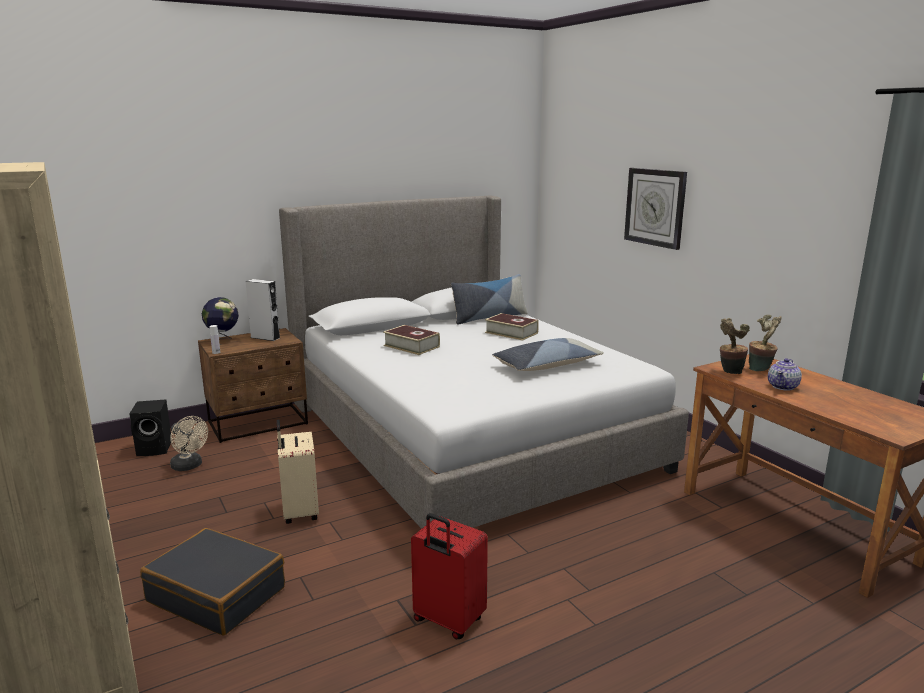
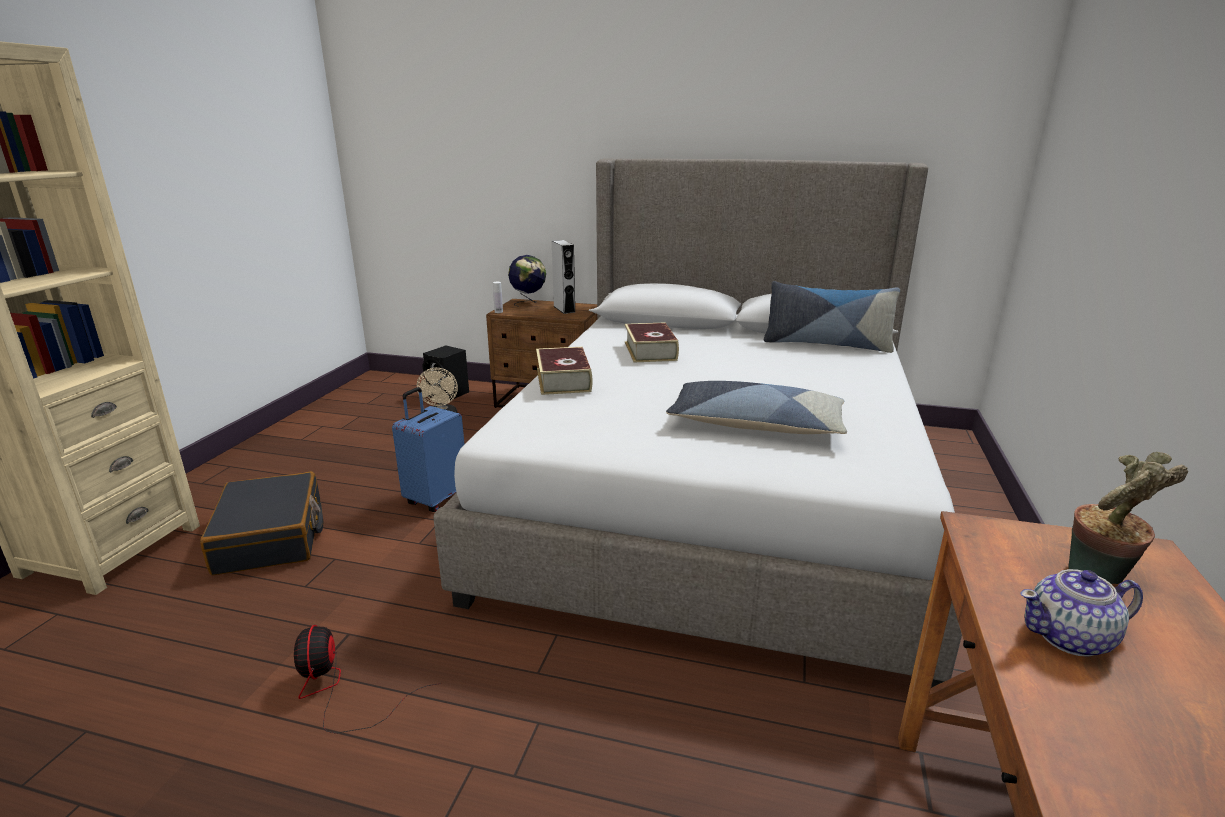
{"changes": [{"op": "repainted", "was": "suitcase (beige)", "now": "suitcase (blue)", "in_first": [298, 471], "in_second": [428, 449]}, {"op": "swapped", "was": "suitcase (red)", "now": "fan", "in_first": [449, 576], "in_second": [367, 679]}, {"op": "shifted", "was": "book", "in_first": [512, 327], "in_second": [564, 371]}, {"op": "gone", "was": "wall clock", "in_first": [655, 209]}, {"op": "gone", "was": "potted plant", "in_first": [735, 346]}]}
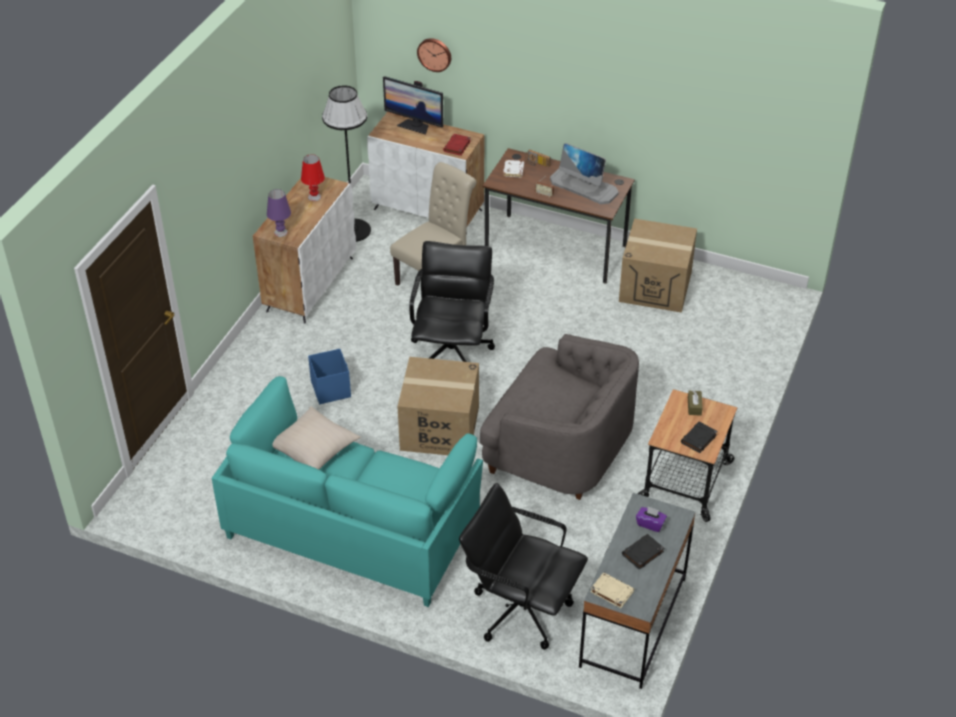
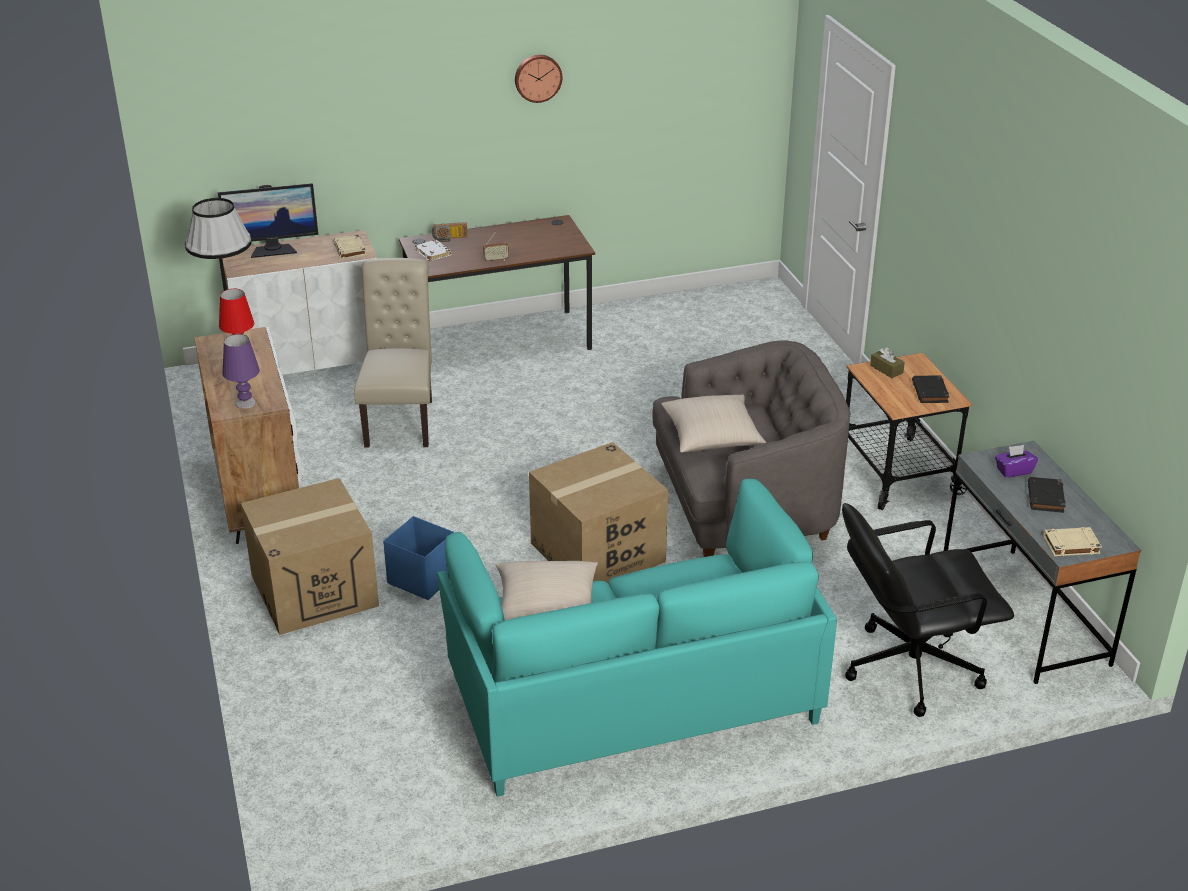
{"changes": [{"op": "gone", "was": "office chair (black)", "in_first": [452, 301]}, {"op": "shifted", "was": "wall clock", "in_first": [434, 55], "in_second": [538, 79]}, {"op": "repainted", "was": "book (red)", "now": "book (beige)", "in_first": [457, 145], "in_second": [349, 247]}, {"op": "gone", "was": "monitor", "in_first": [584, 173]}, {"op": "shifted", "was": "cardboard box", "in_first": [658, 265], "in_second": [310, 556]}, {"op": "new", "now": "pillow (beige)", "in_second": [714, 424]}]}
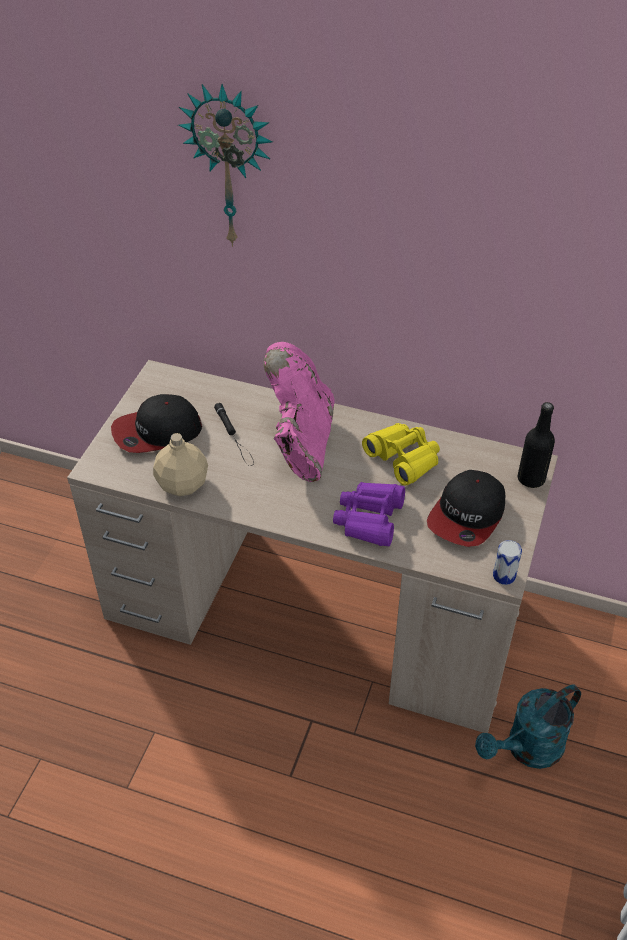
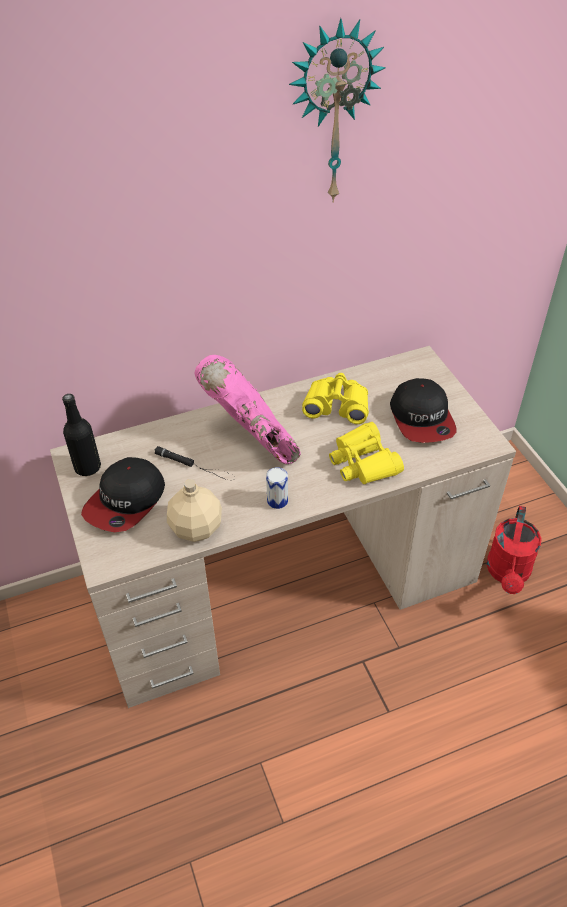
{"changes": [{"op": "shifted", "was": "wall clock", "in_first": [225, 165], "in_second": [337, 110]}, {"op": "repainted", "was": "binoculars (purple)", "now": "binoculars (yellow)", "in_first": [369, 514], "in_second": [366, 453]}, {"op": "repainted", "was": "watering can (turquoise)", "now": "watering can (red)", "in_first": [528, 726], "in_second": [514, 550]}, {"op": "shifted", "was": "can", "in_first": [507, 562], "in_second": [277, 488]}, {"op": "shifted", "was": "bottle (black)", "in_first": [536, 445], "in_second": [81, 435]}]}
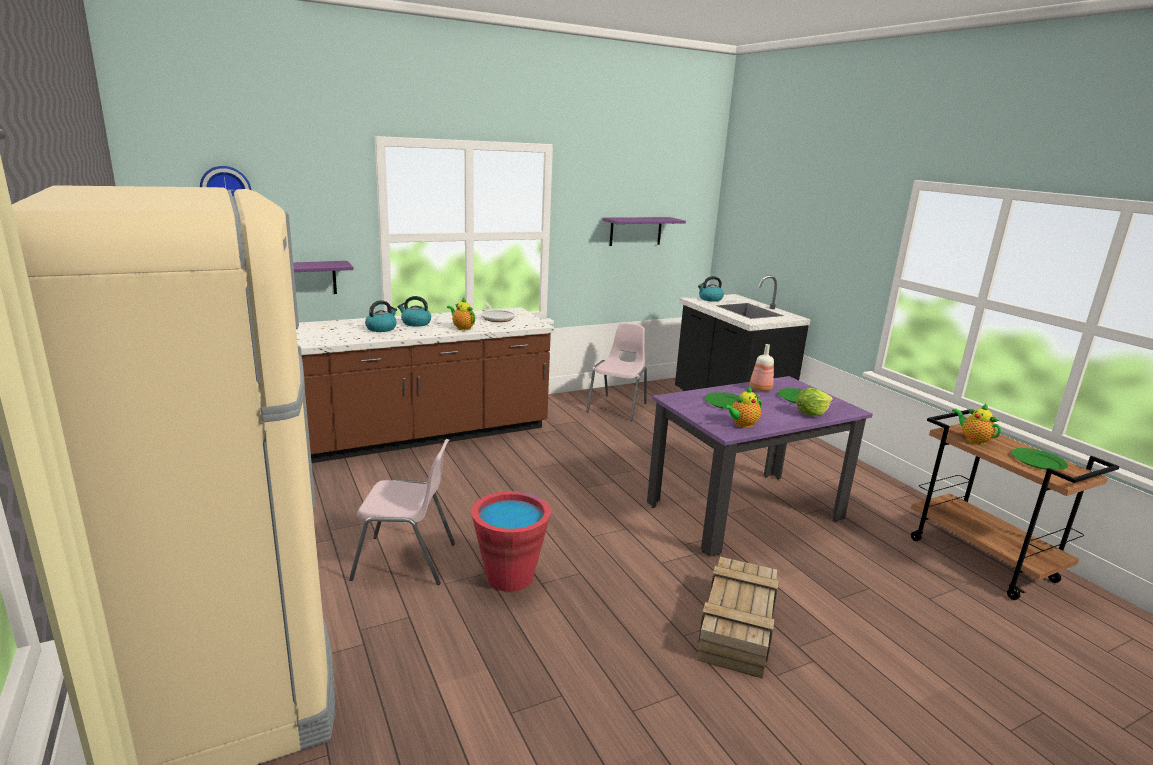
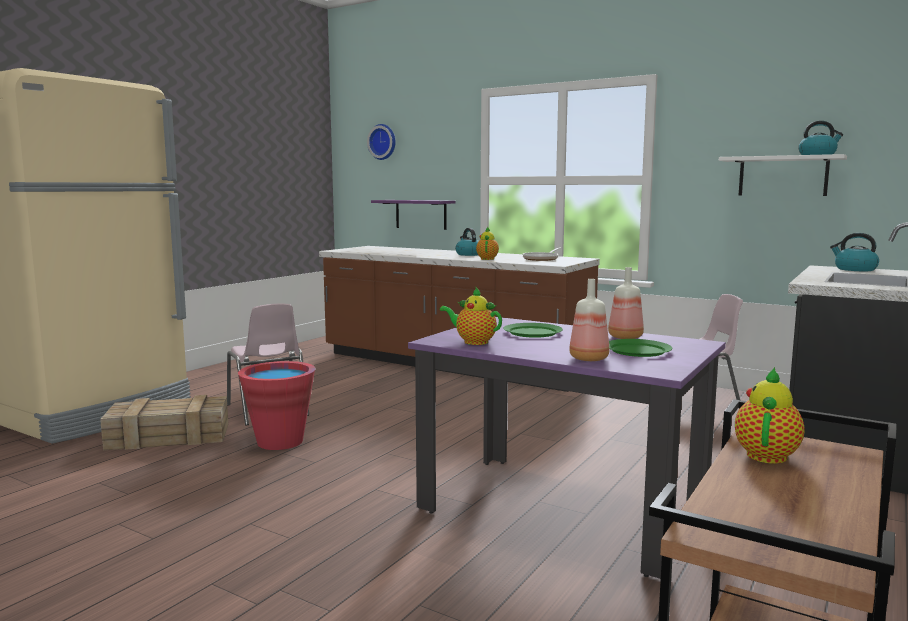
{"changes": [{"op": "shifted", "was": "kettle", "in_first": [381, 316], "in_second": [820, 138]}, {"op": "repainted", "was": "shelf (purple)", "now": "shelf (white)", "in_first": [644, 231], "in_second": [783, 175]}, {"op": "shifted", "was": "crate", "in_first": [738, 618], "in_second": [164, 422]}, {"op": "swapped", "was": "lettuce", "now": "bottle", "in_first": [814, 402], "in_second": [589, 320]}, {"op": "gone", "was": "plate (green)", "in_first": [1039, 459]}]}
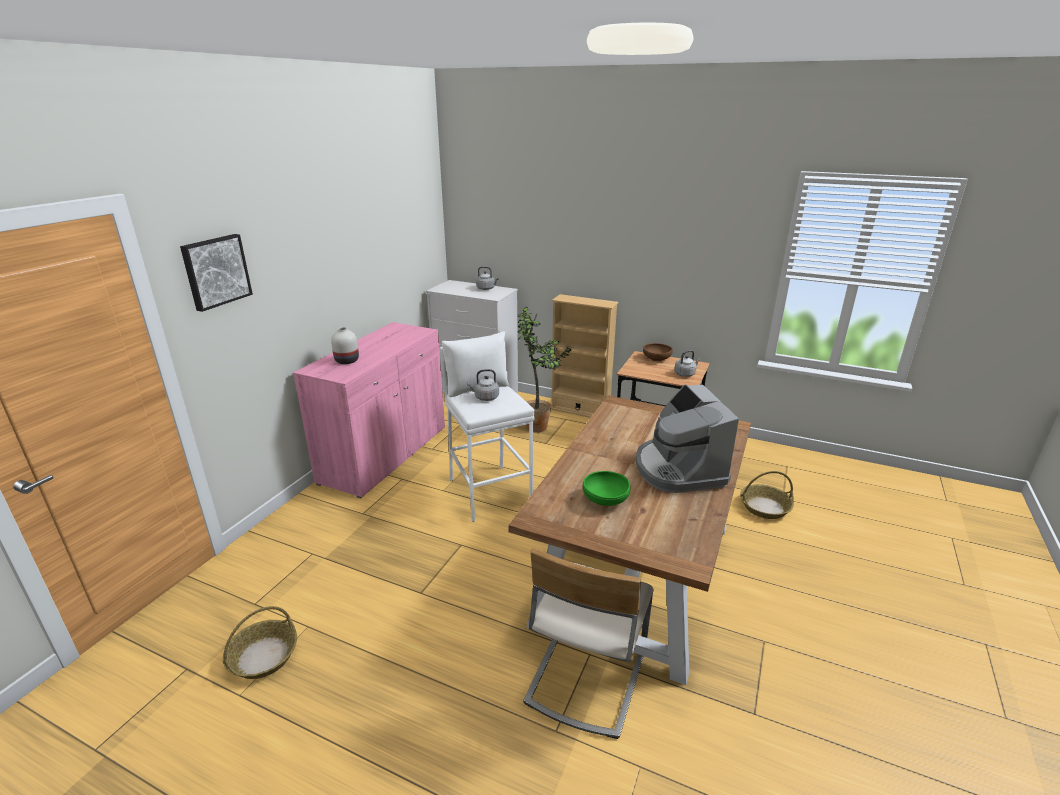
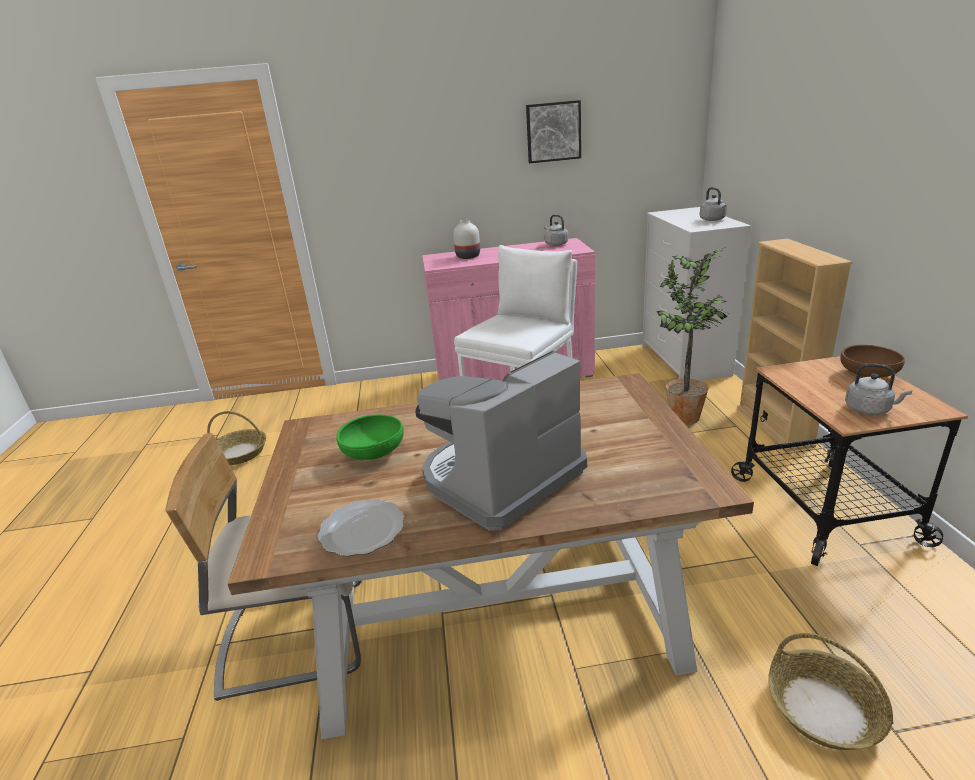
{"changes": [{"op": "shifted", "was": "picture", "in_first": [216, 273], "in_second": [553, 131]}, {"op": "shifted", "was": "kettle (grey)", "in_first": [483, 385], "in_second": [556, 230]}, {"op": "new", "now": "plate", "in_second": [361, 527]}]}
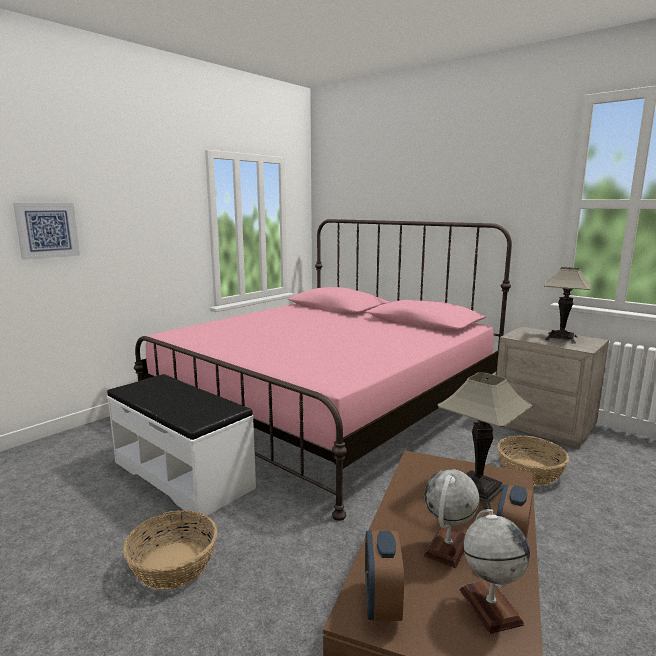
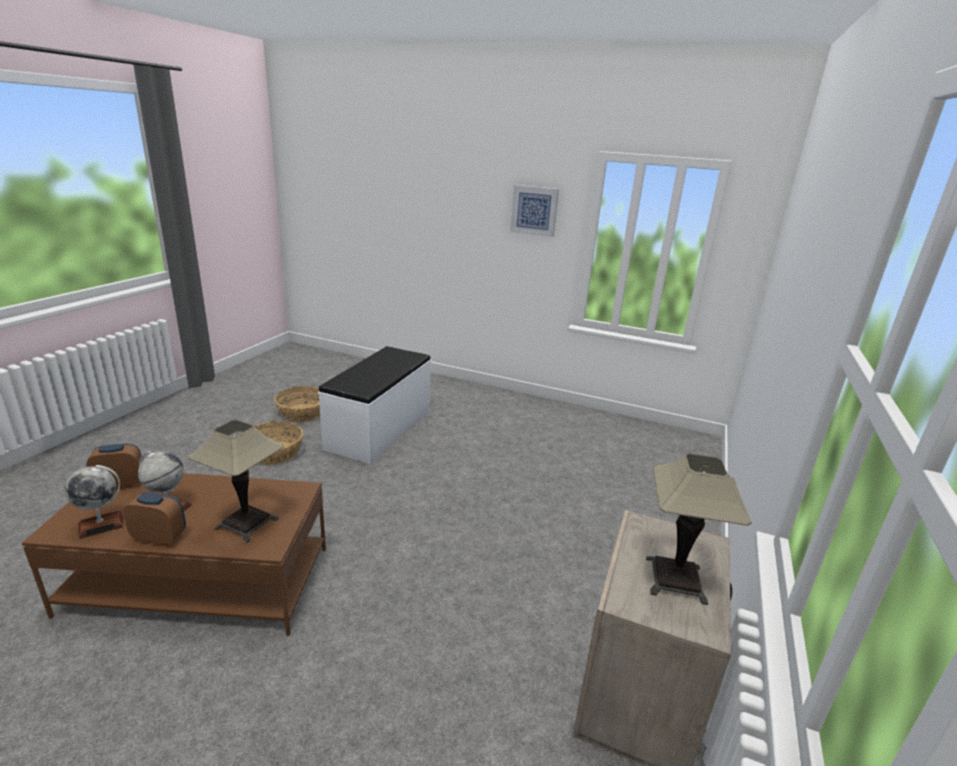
{"changes": [{"op": "shifted", "was": "picture", "in_first": [46, 231], "in_second": [534, 211]}, {"op": "gone", "was": "bed (pink)", "in_first": [323, 370]}, {"op": "shifted", "was": "basket", "in_first": [533, 460], "in_second": [297, 404]}]}
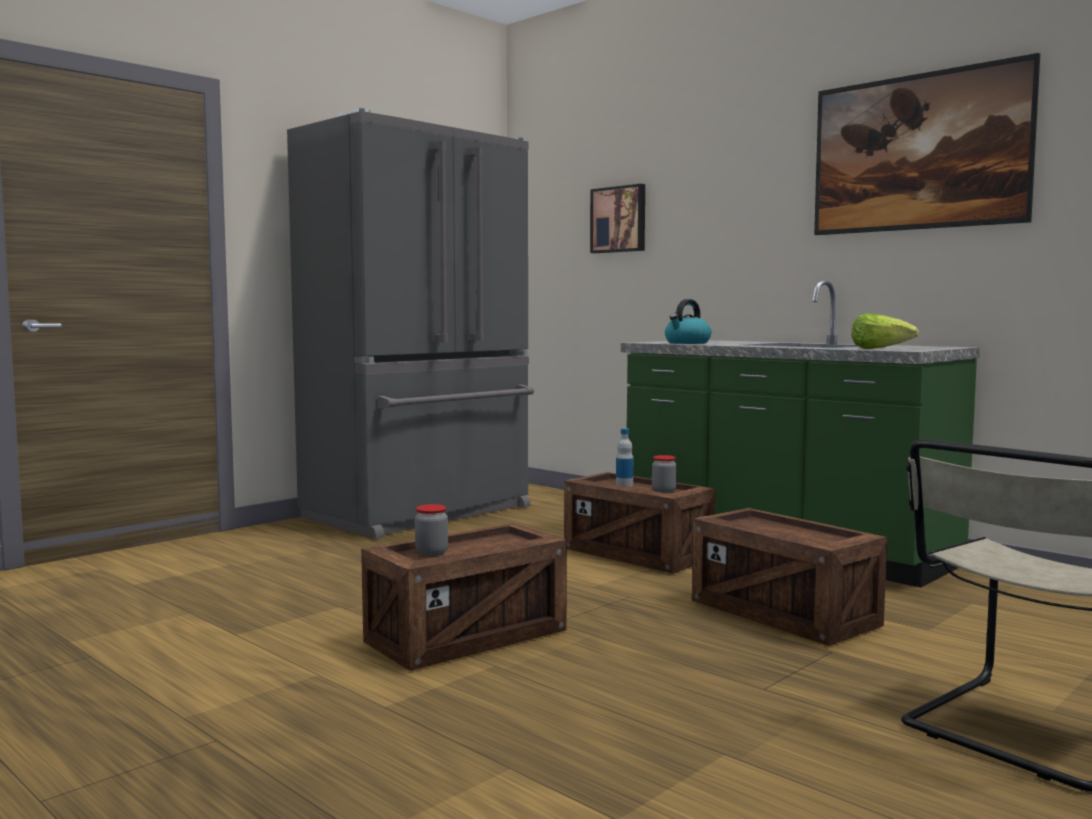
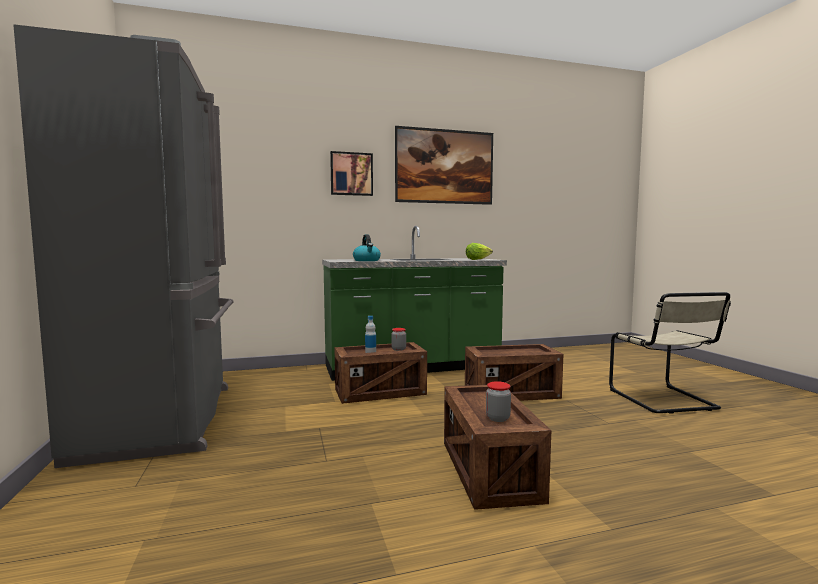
{"changes": [{"op": "shifted", "was": "picture", "in_first": [617, 218], "in_second": [351, 173]}]}
